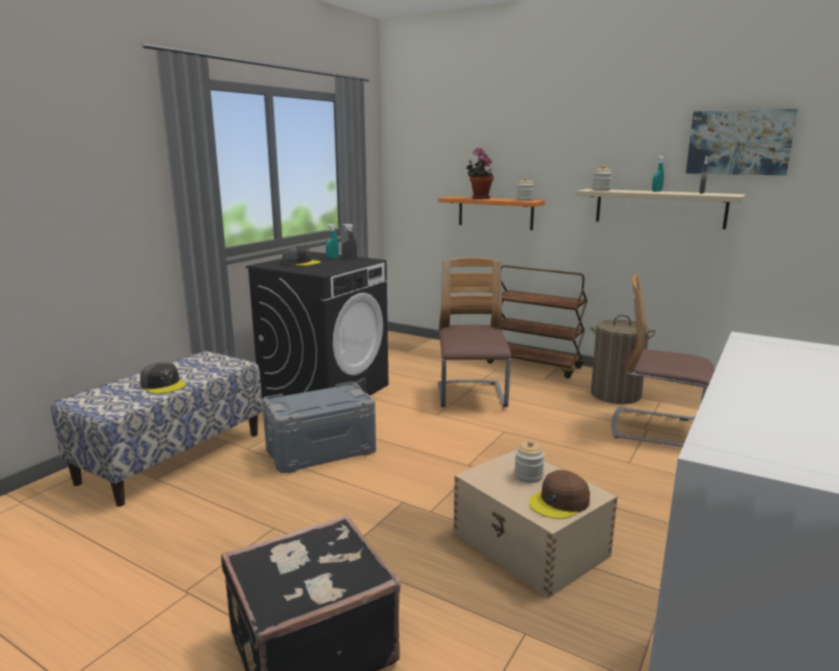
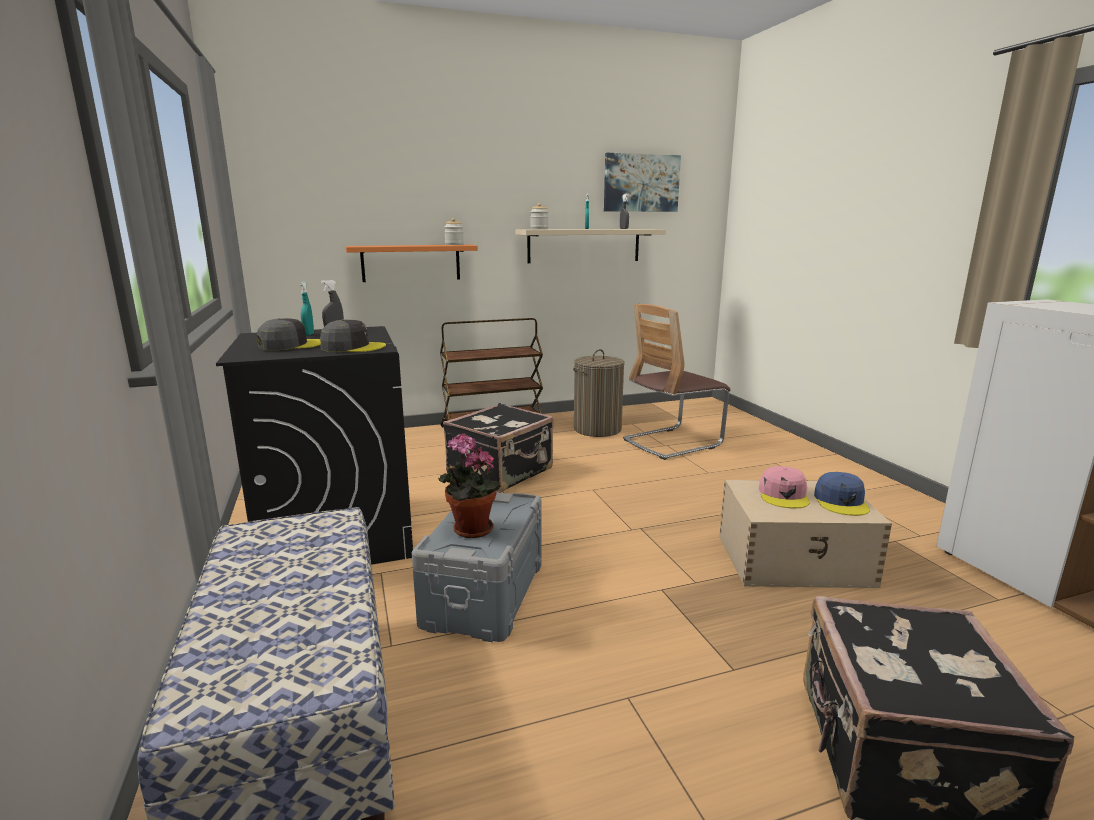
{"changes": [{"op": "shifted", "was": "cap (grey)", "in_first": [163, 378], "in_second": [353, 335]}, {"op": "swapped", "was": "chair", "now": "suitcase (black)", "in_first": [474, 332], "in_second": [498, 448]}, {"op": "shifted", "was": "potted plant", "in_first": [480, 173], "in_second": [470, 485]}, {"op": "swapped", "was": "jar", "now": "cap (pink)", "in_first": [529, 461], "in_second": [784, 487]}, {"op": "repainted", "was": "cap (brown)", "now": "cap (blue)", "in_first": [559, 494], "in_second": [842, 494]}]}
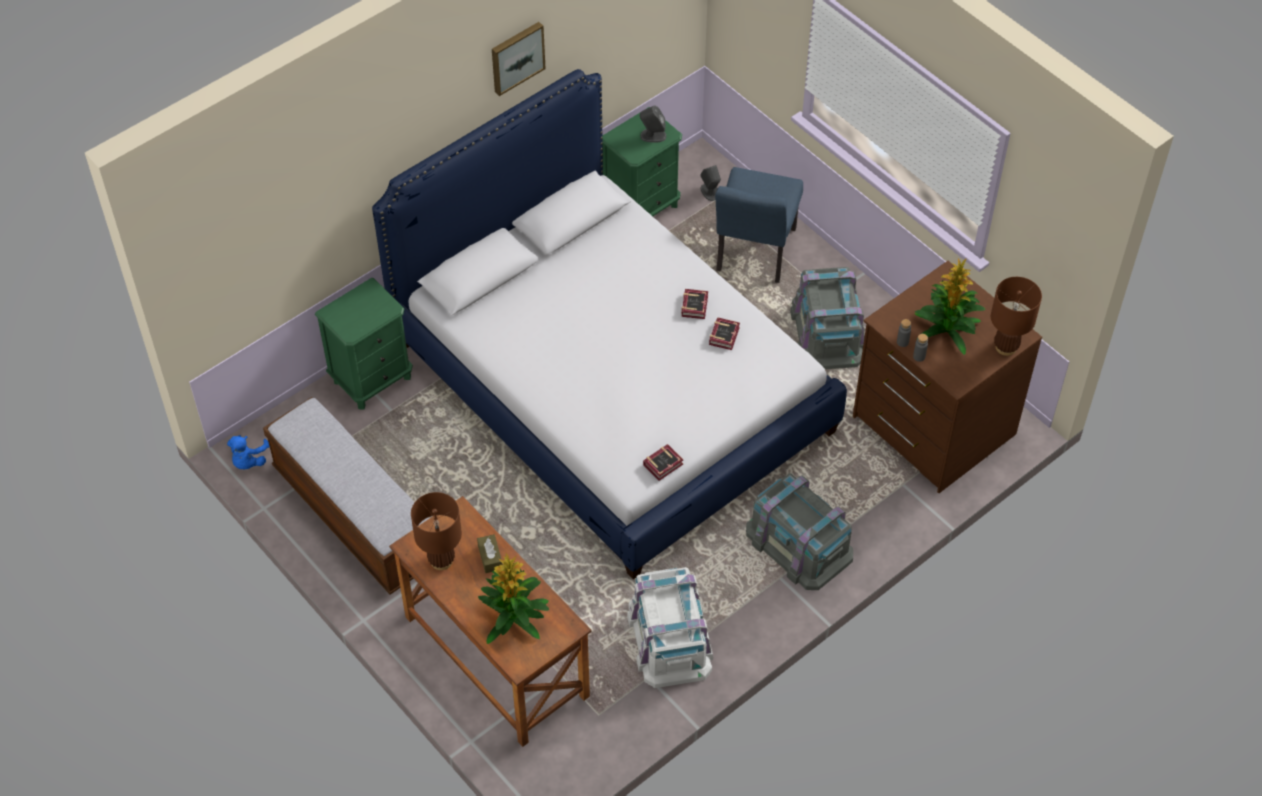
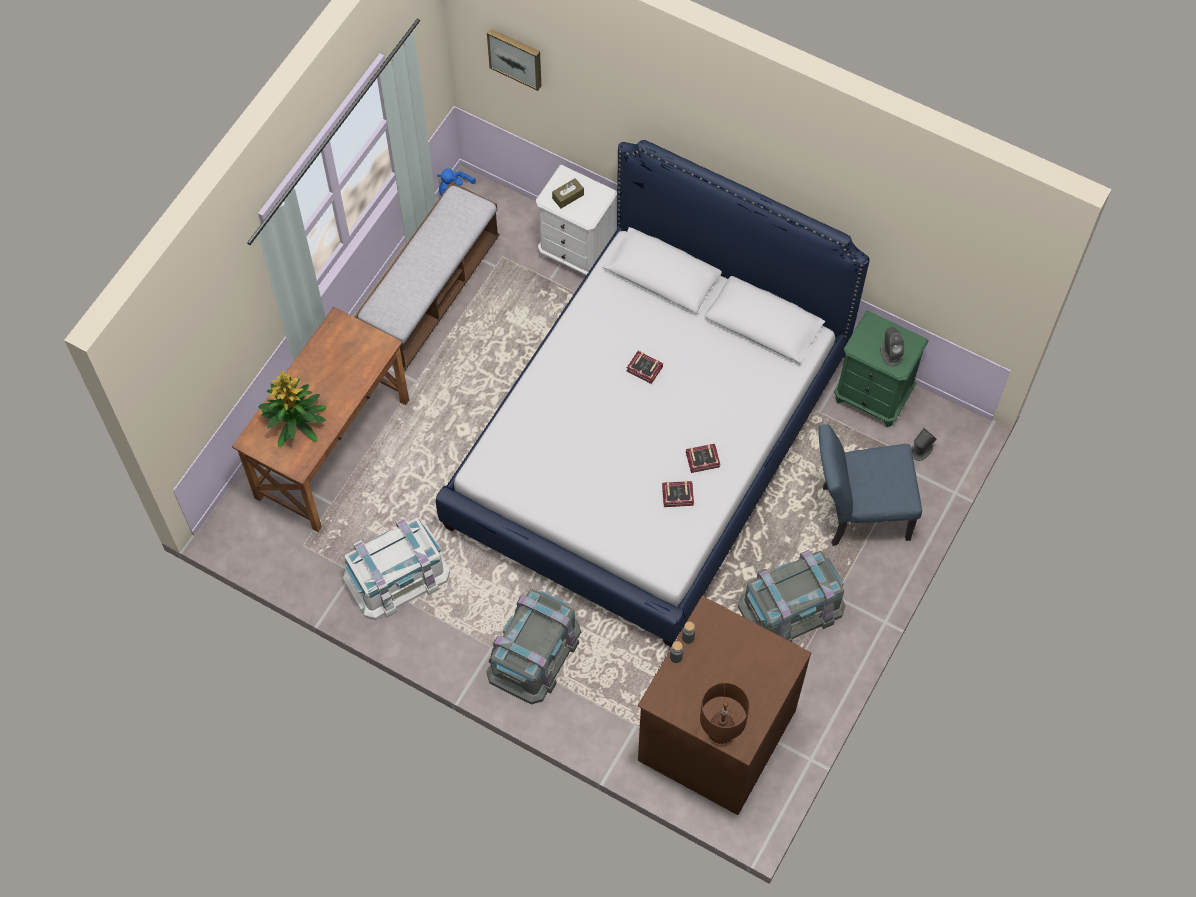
{"changes": [{"op": "repainted", "was": "nightstand (green)", "now": "nightstand (white)", "in_first": [364, 344], "in_second": [576, 220]}, {"op": "gone", "was": "table lamp (brown)", "in_first": [436, 531]}, {"op": "shifted", "was": "tissue box (brown)", "in_first": [489, 553], "in_second": [568, 193]}, {"op": "shifted", "was": "picture", "in_first": [518, 59], "in_second": [514, 59]}, {"op": "shifted", "was": "book", "in_first": [663, 462], "in_second": [645, 367]}, {"op": "gone", "was": "potted plant", "in_first": [950, 306]}]}
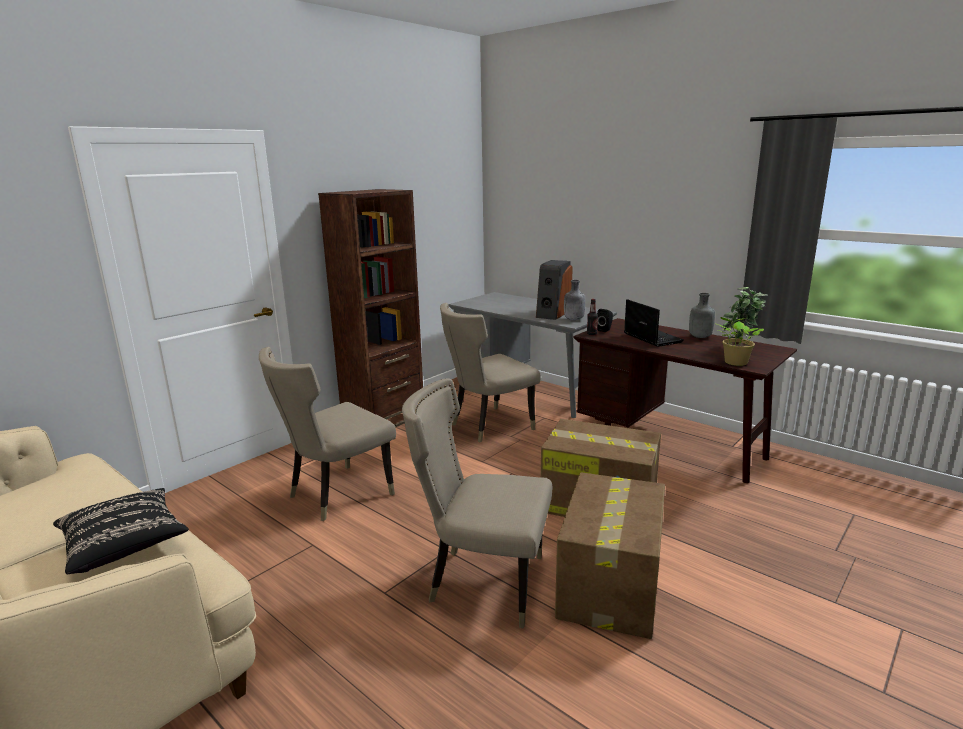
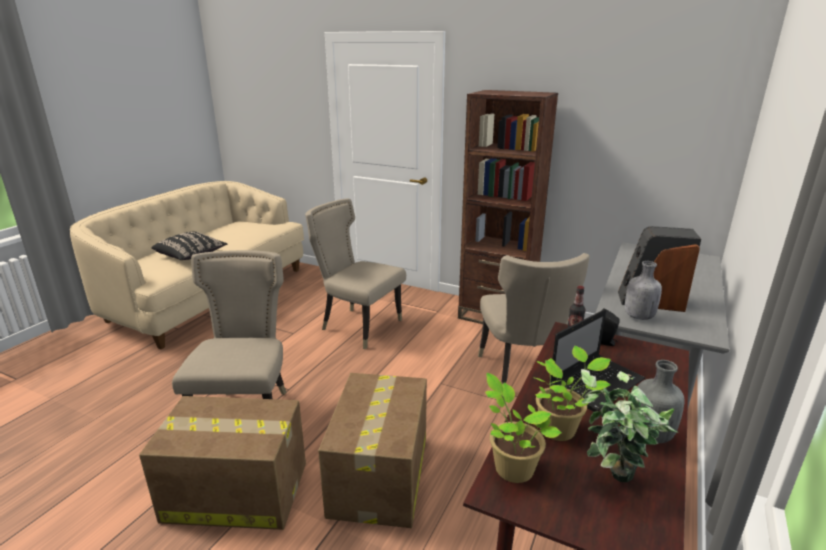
{"changes": [{"op": "rotated", "was": "chair (beige)", "in_first": [490, 373], "in_second": [534, 319], "clockwise": -135}, {"op": "new", "now": "potted plant", "in_second": [572, 393]}]}
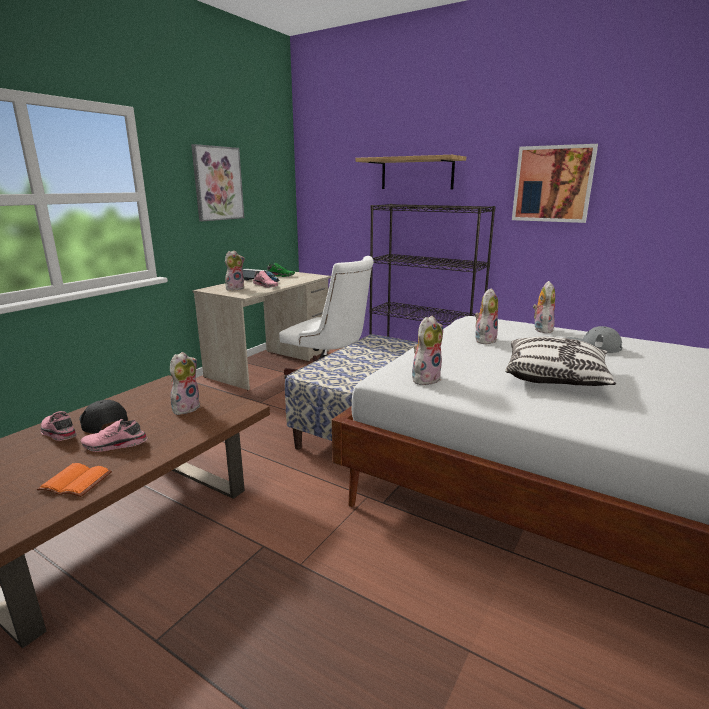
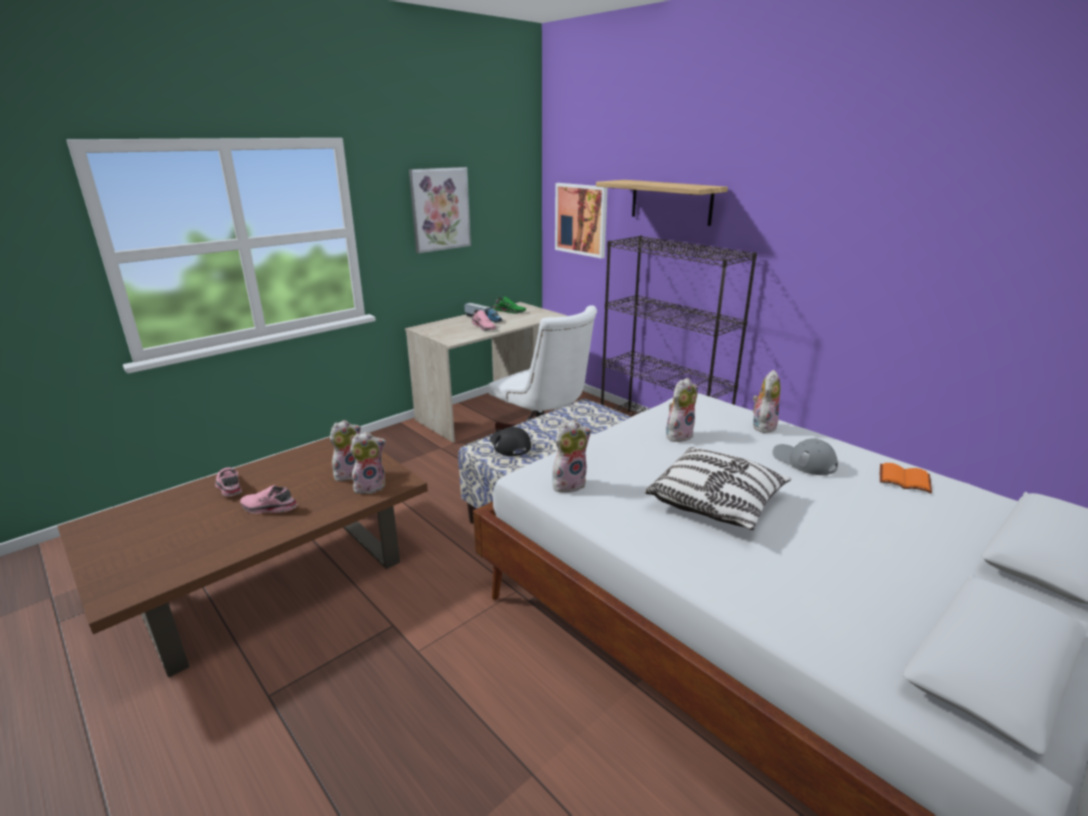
{"changes": [{"op": "shifted", "was": "book (orange)", "in_first": [74, 480], "in_second": [906, 478]}, {"op": "shifted", "was": "cap (black)", "in_first": [103, 416], "in_second": [510, 441]}, {"op": "shifted", "was": "plush toy", "in_first": [235, 270], "in_second": [368, 463]}, {"op": "shifted", "was": "picture", "in_first": [555, 183], "in_second": [581, 221]}]}
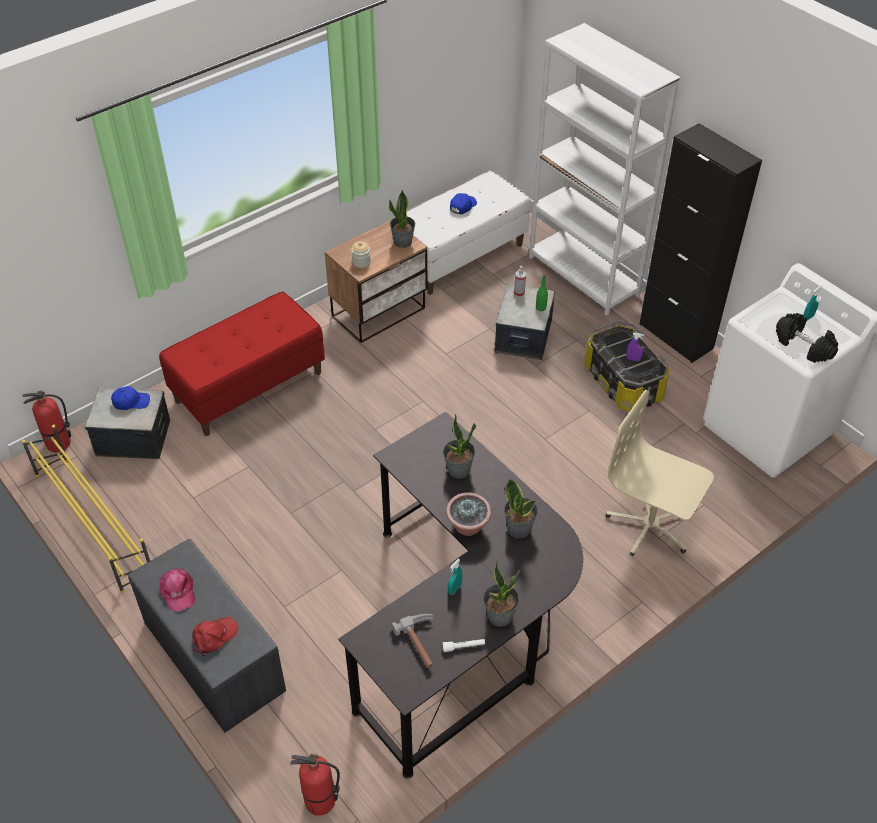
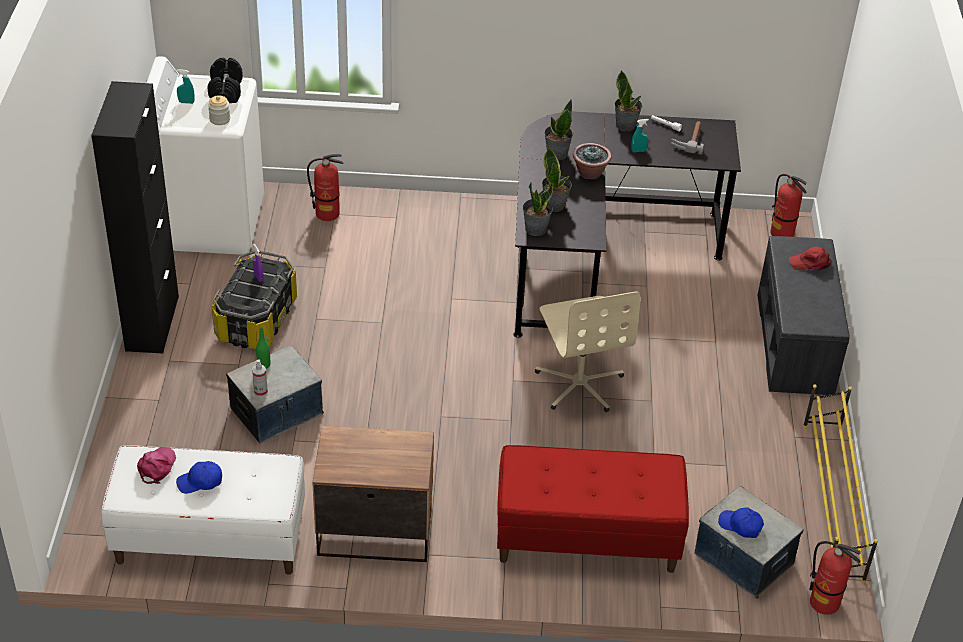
{"changes": [{"op": "shifted", "was": "cap (pink)", "in_first": [177, 590], "in_second": [156, 465]}, {"op": "shifted", "was": "jar", "in_first": [361, 254], "in_second": [219, 110]}, {"op": "shifted", "was": "potted plant", "in_first": [402, 219], "in_second": [538, 209]}, {"op": "gone", "was": "bookcase (white)", "in_first": [604, 169]}, {"op": "shifted", "was": "office chair (beige)", "in_first": [660, 473], "in_second": [588, 351]}, {"op": "new", "now": "fire extinguisher", "in_second": [325, 187]}]}
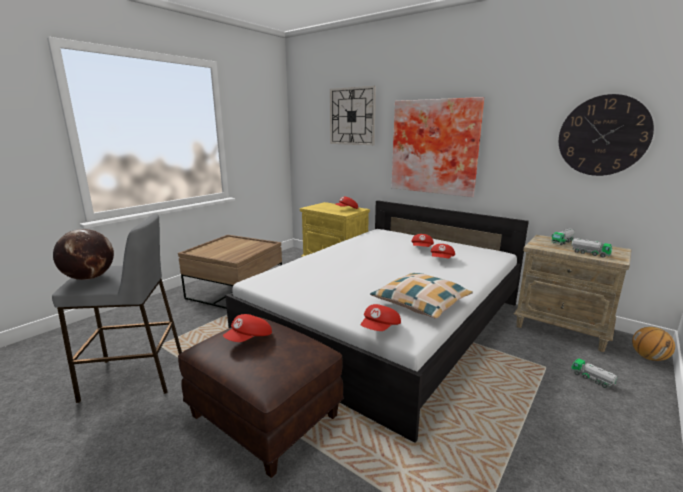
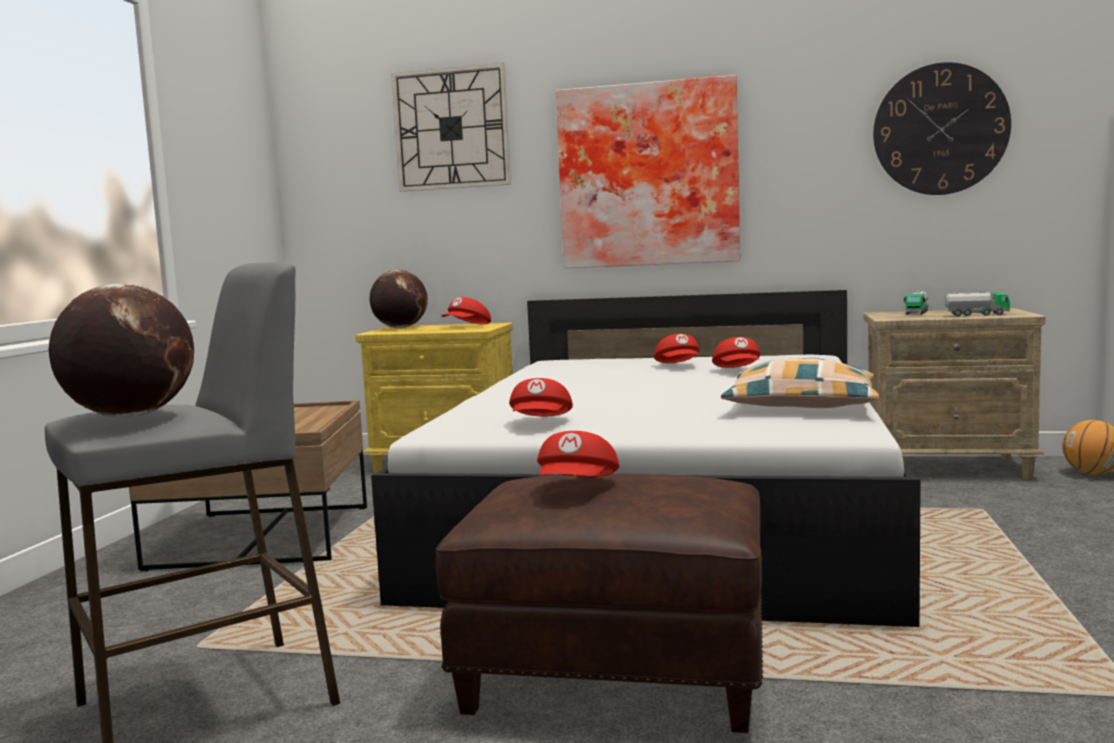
{"changes": [{"op": "shifted", "was": "cap (red)", "in_first": [381, 317], "in_second": [541, 397]}, {"op": "gone", "was": "toy truck", "in_first": [594, 373]}, {"op": "new", "now": "globe", "in_second": [399, 299]}]}
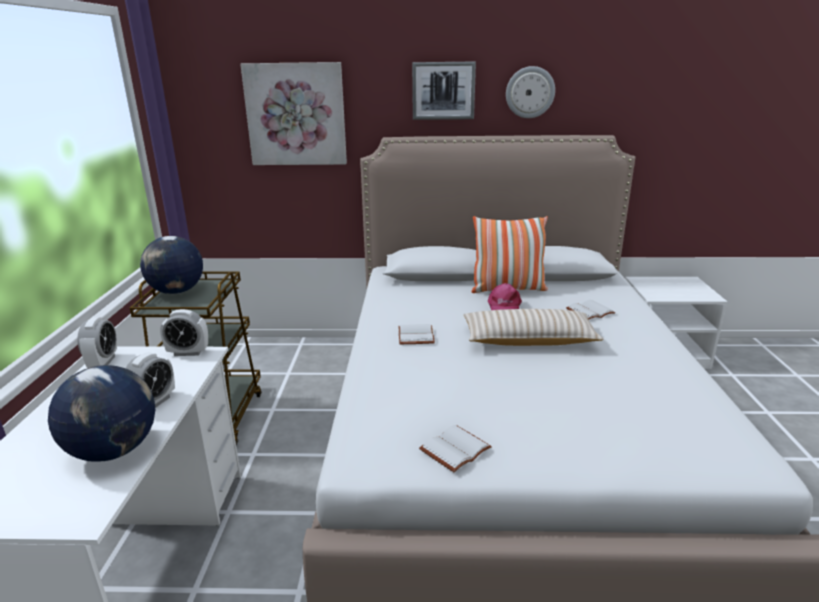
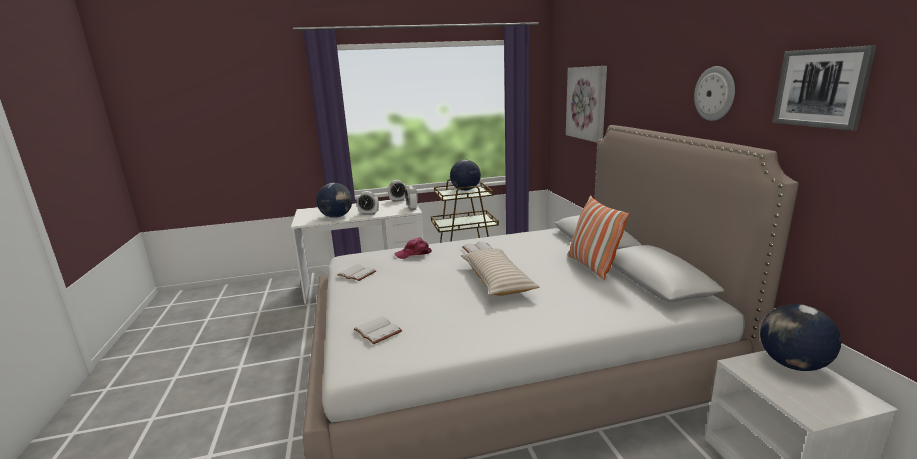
{"changes": [{"op": "shifted", "was": "picture", "in_first": [444, 91], "in_second": [825, 88]}, {"op": "shifted", "was": "cap (pink)", "in_first": [505, 296], "in_second": [413, 248]}, {"op": "shifted", "was": "book (white)", "in_first": [591, 310], "in_second": [378, 330]}, {"op": "new", "now": "globe", "in_second": [800, 337]}]}
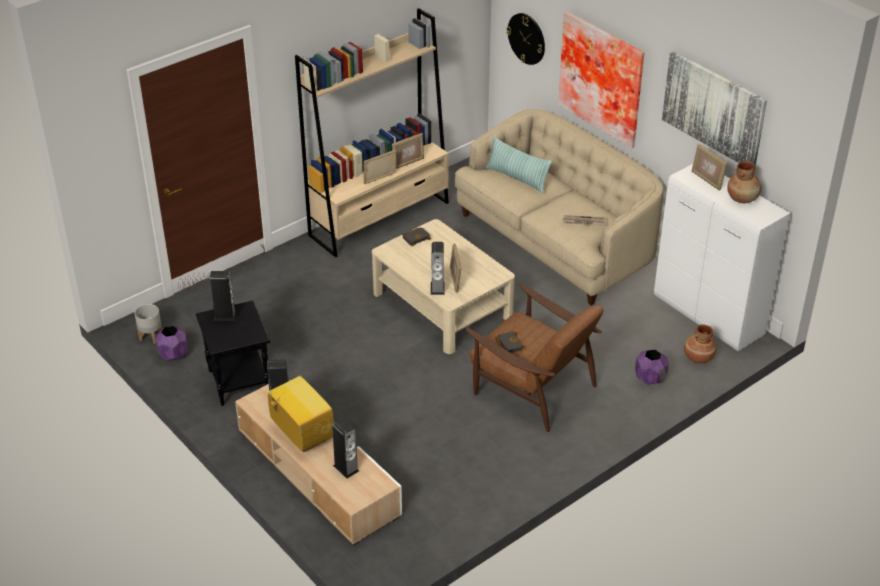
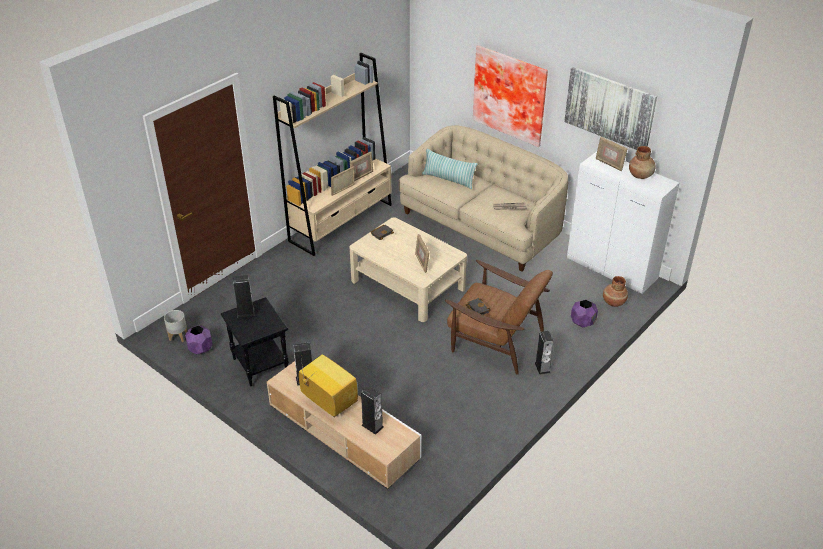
{"changes": [{"op": "shifted", "was": "speaker", "in_first": [438, 268], "in_second": [544, 353]}, {"op": "gone", "was": "wall clock", "in_first": [526, 39]}]}
